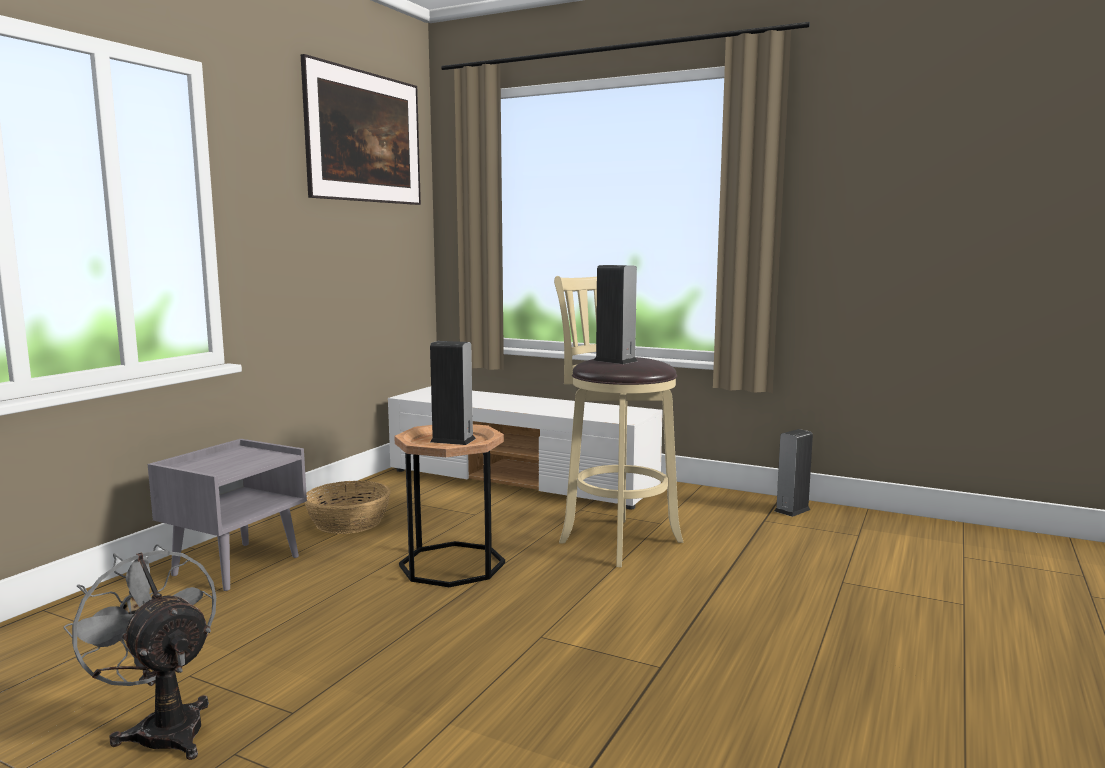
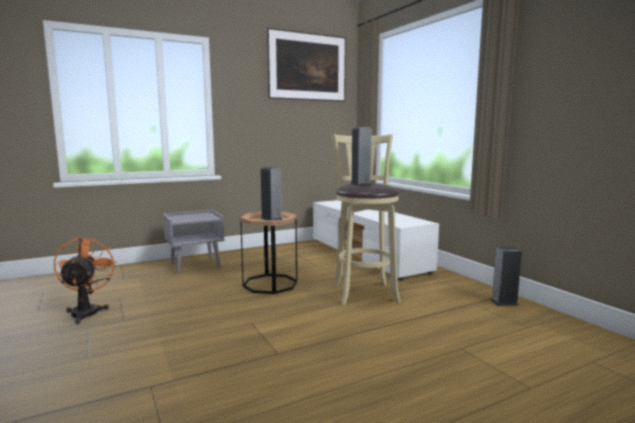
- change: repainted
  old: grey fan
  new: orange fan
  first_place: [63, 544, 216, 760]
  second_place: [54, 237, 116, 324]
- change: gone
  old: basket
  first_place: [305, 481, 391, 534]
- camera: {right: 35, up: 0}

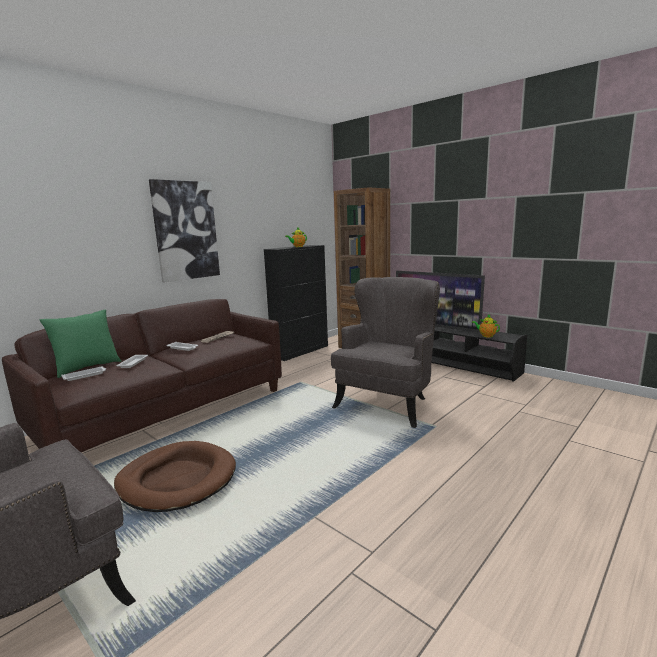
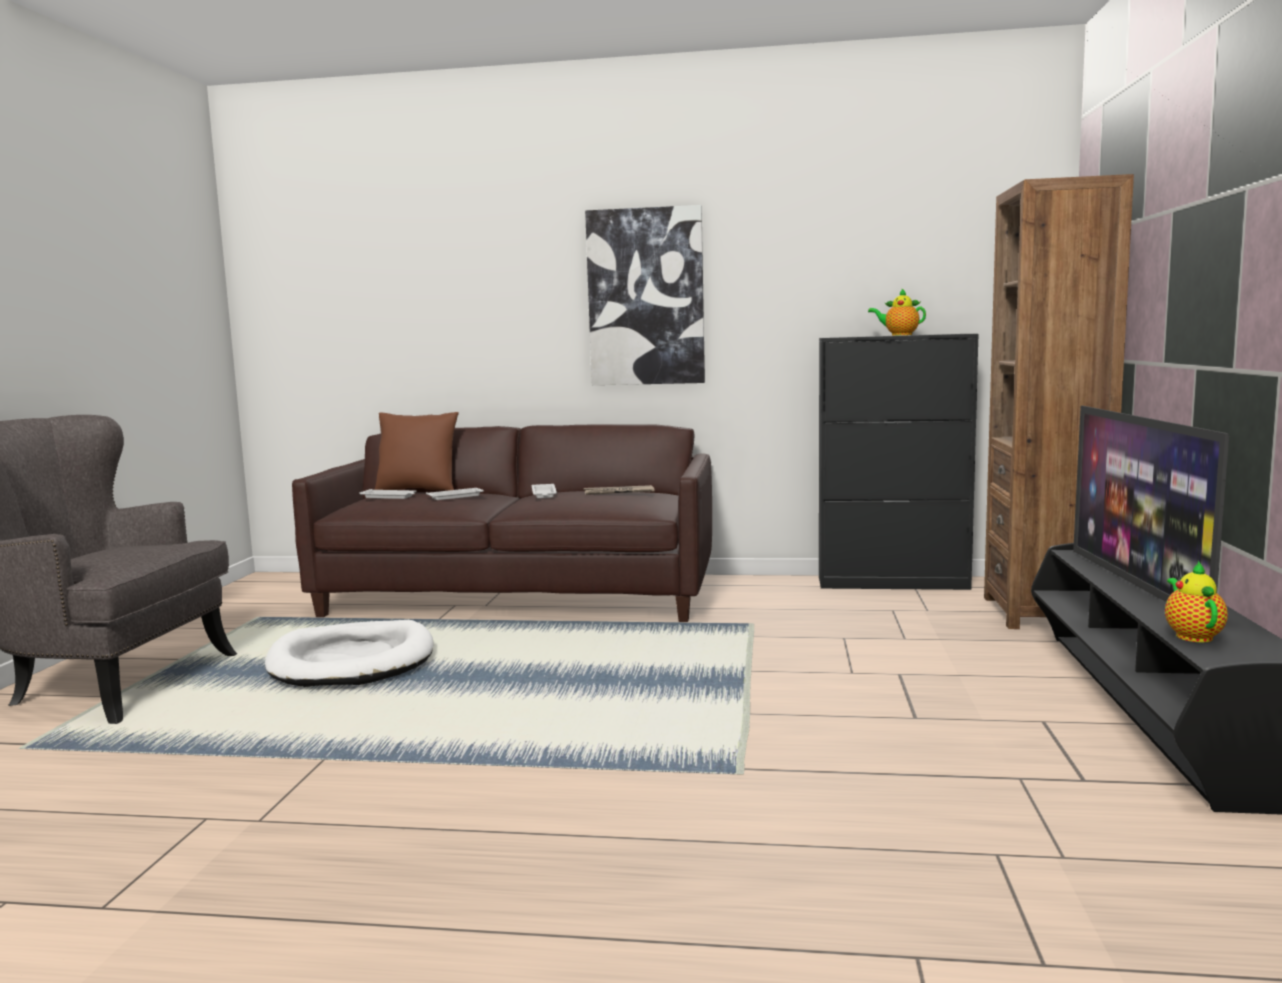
- change: repainted
  old: brown dog bed
  new: white dog bed
  first_place: [114, 441, 236, 512]
  second_place: [265, 620, 433, 687]
- change: repainted
  old: green pillow
  new: brown pillow
  first_place: [40, 309, 121, 378]
  second_place: [375, 412, 459, 491]
- change: gone
  old: grey armchair
  first_place: [331, 277, 440, 428]
- camera: {right: 55, up: -5}

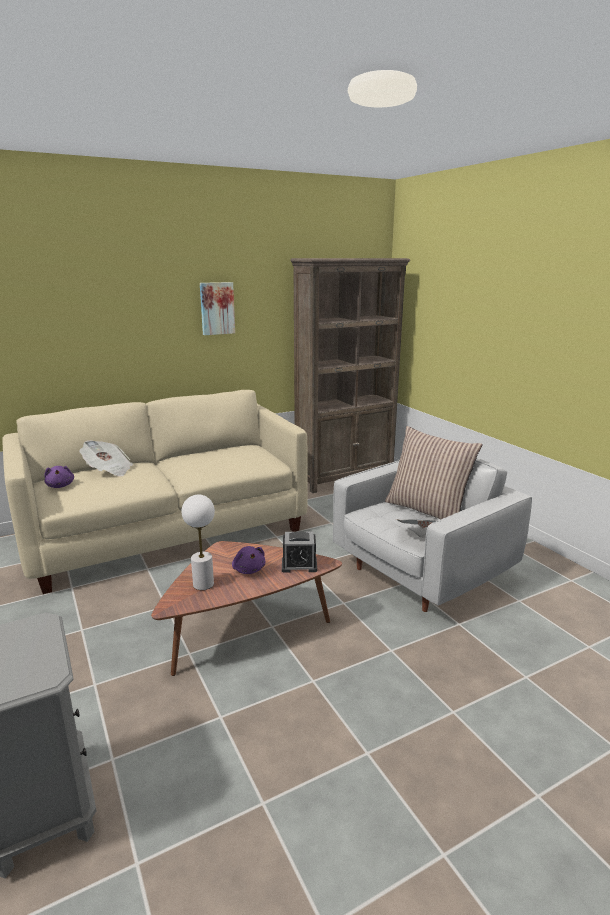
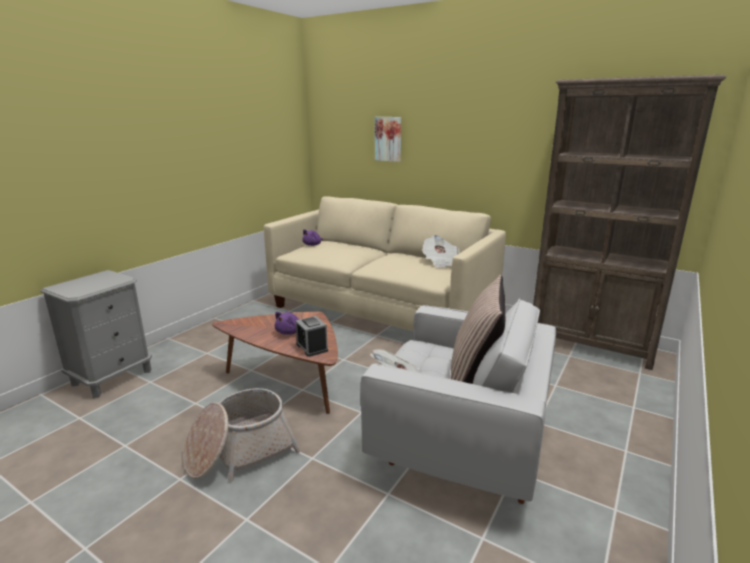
- change: new
  new: basket
  second_place: [183, 388, 301, 481]
- change: shifted
  old: picture
  first_place: [200, 282, 235, 335]
  second_place: [375, 117, 401, 162]
- change: shifted
  old: newspaper
  first_place: [79, 440, 133, 477]
  second_place: [422, 235, 459, 268]
- change: gone
  old: white table lamp
  first_place: [182, 495, 215, 590]
- camera: {right: 60, up: 0}

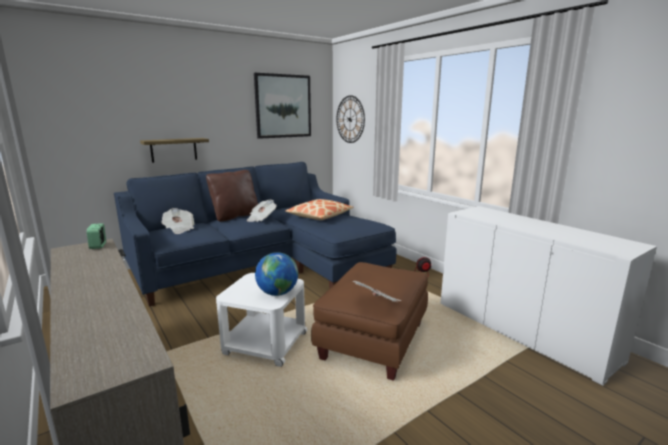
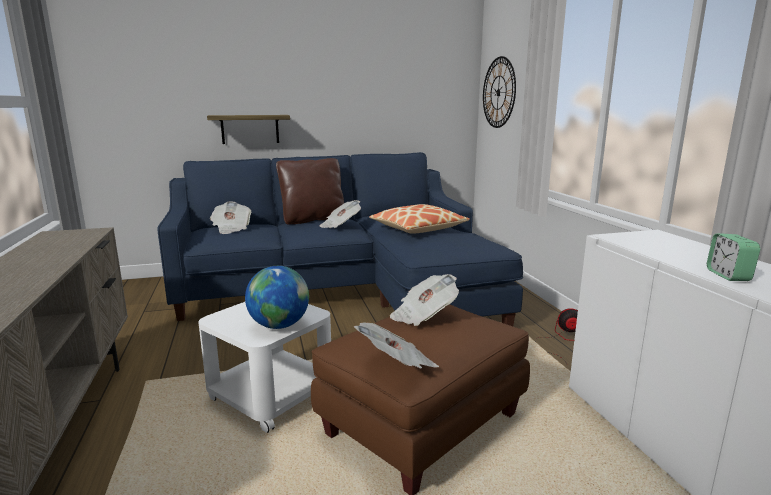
- change: new
  new: newspaper
  second_place: [390, 274, 459, 326]
- change: shifted
  old: alarm clock
  first_place: [87, 223, 106, 249]
  second_place: [707, 233, 760, 281]
- change: gone
  old: picture
  first_place: [254, 73, 311, 139]
- camera: {right: 20, up: 0}

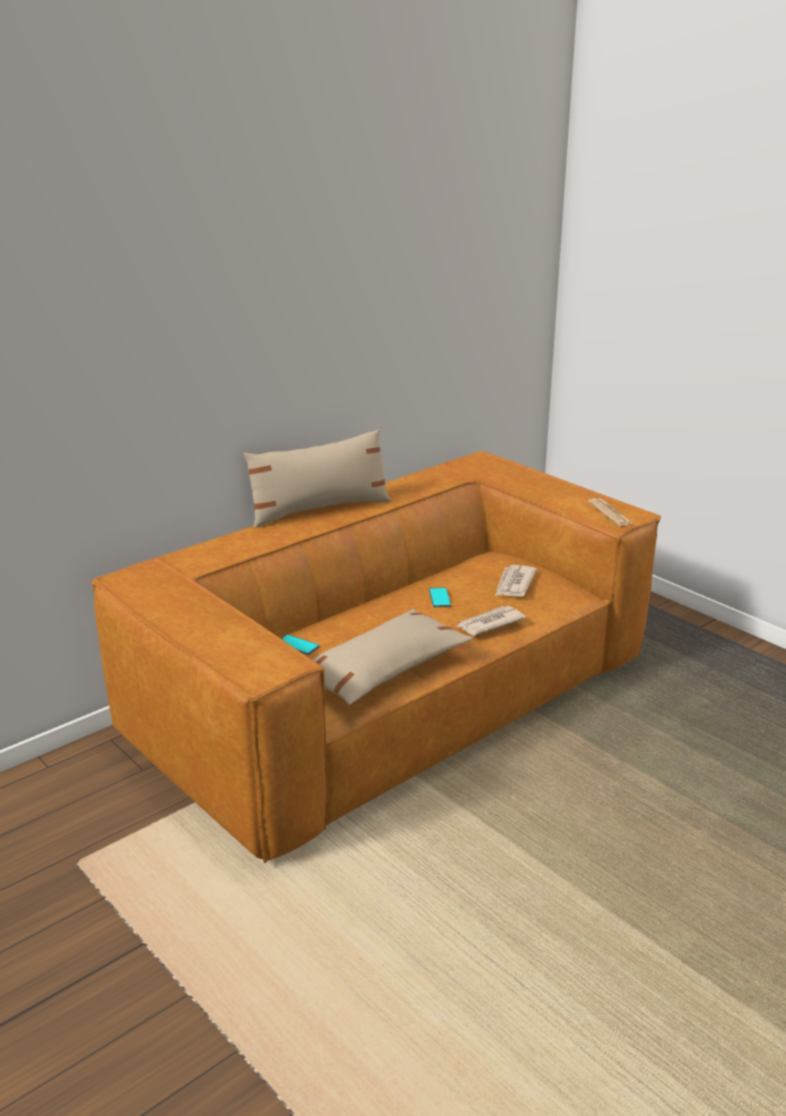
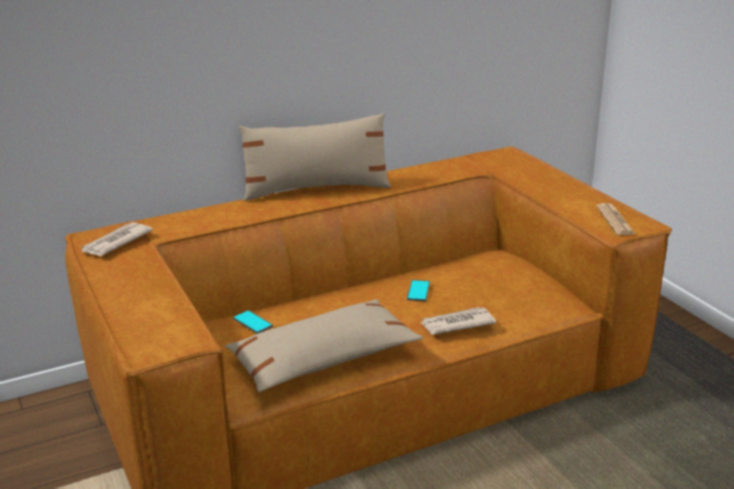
- change: shifted
  old: newspaper
  first_place: [495, 565, 537, 597]
  second_place: [80, 222, 153, 256]
- camera: {right: 15, up: 0}

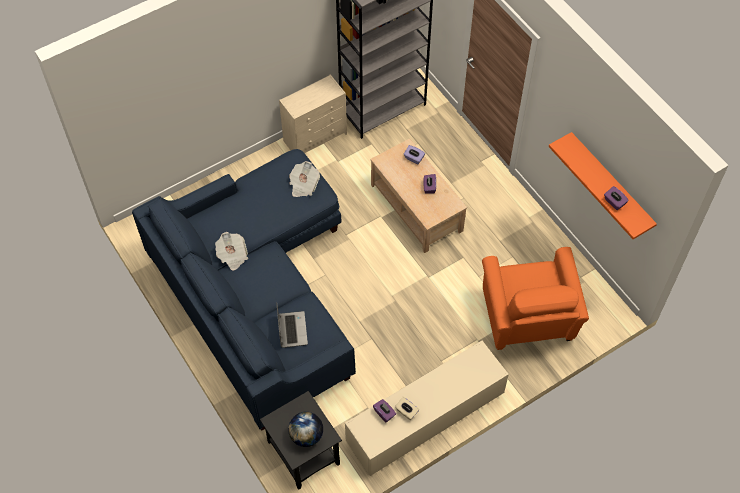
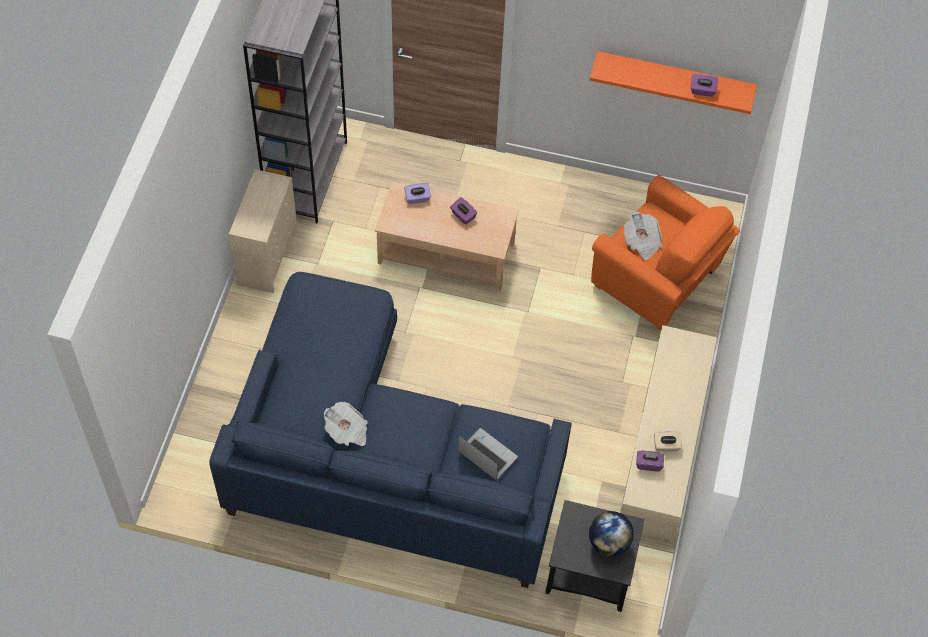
- change: shifted
  old: newspaper
  first_place: [289, 161, 320, 197]
  second_place: [624, 212, 663, 260]
- camera: {right: -45, up: 0}

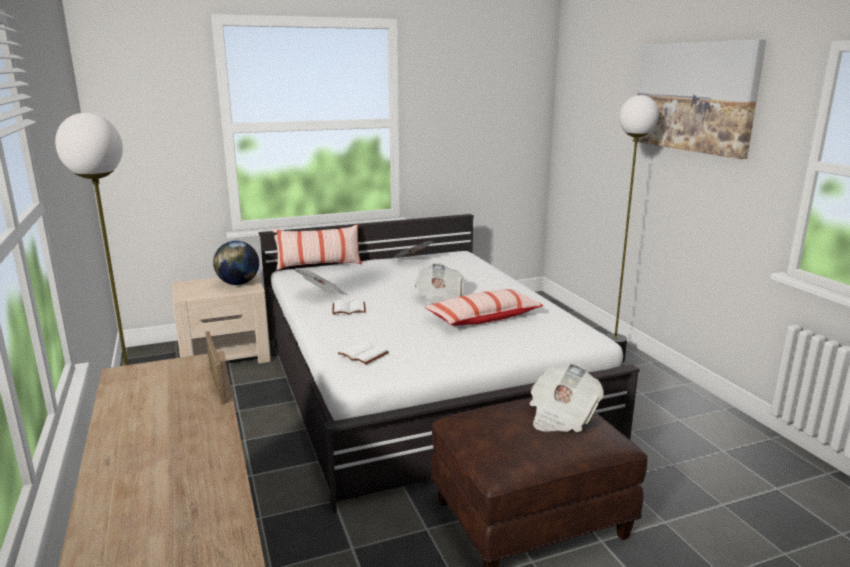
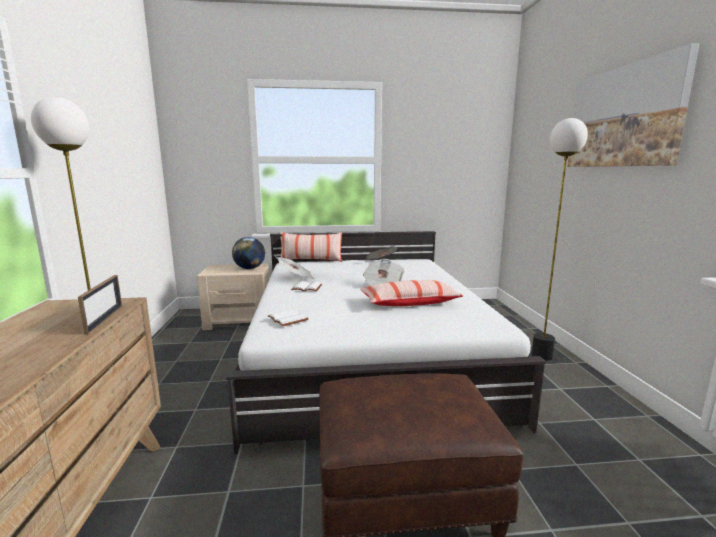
- change: gone
  old: newspaper
  first_place: [530, 363, 604, 432]
- camera: {right: 15, up: -5}

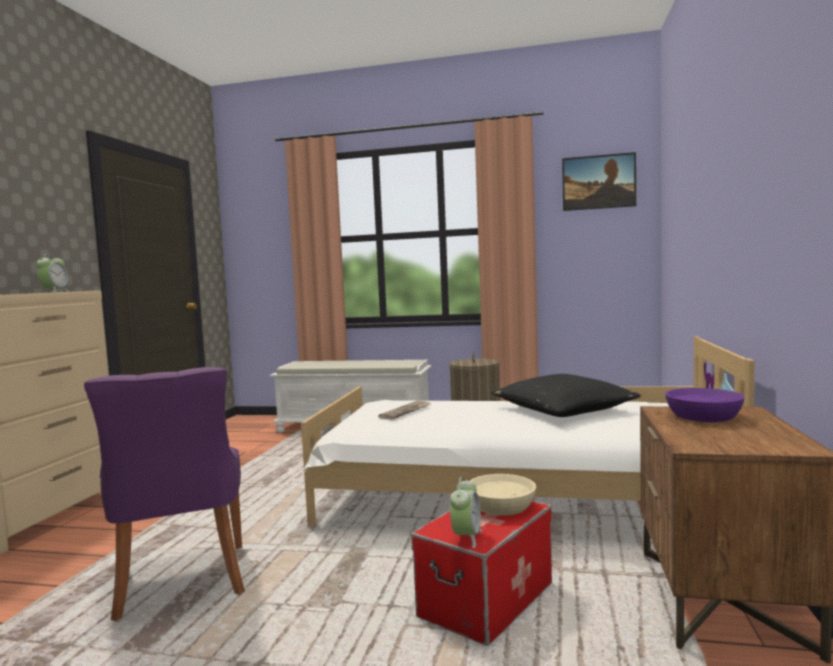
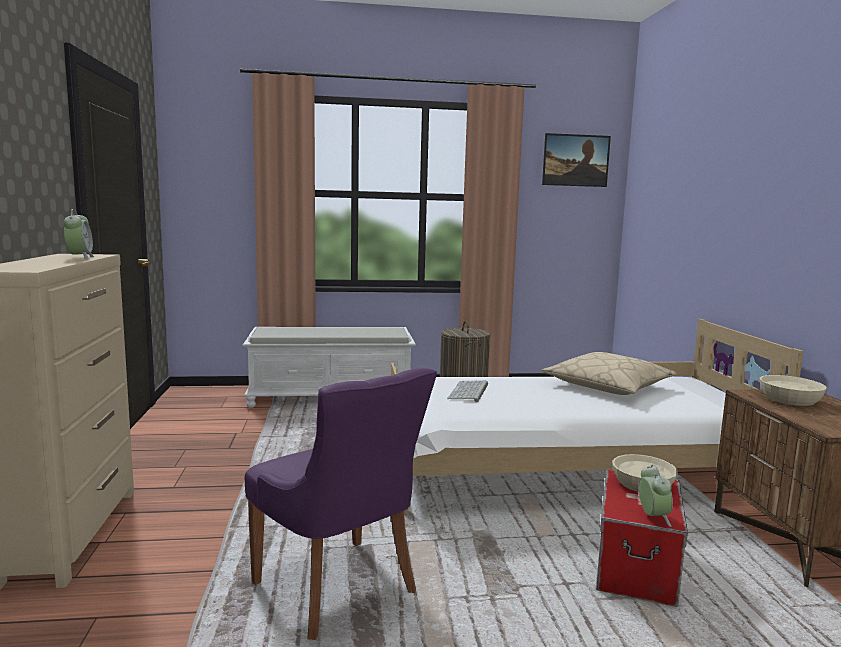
- change: swapped
  old: newspaper
  new: keyboard
  first_place: [378, 401, 430, 420]
  second_place: [447, 380, 488, 402]
- change: repainted
  old: black pillow
  new: beige pillow
  first_place: [491, 374, 641, 417]
  second_place: [542, 352, 677, 395]
- change: repainted
  old: purple bowl
  new: beige bowl
  first_place: [665, 388, 745, 422]
  second_place: [759, 375, 827, 406]
- camera: {right: -20, up: 5}

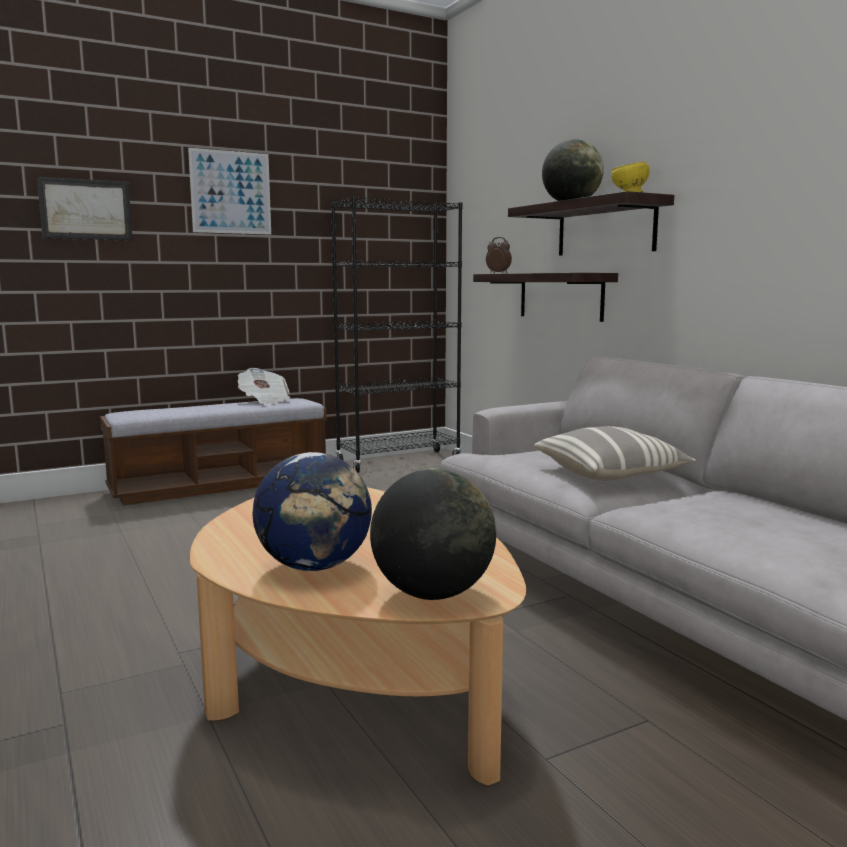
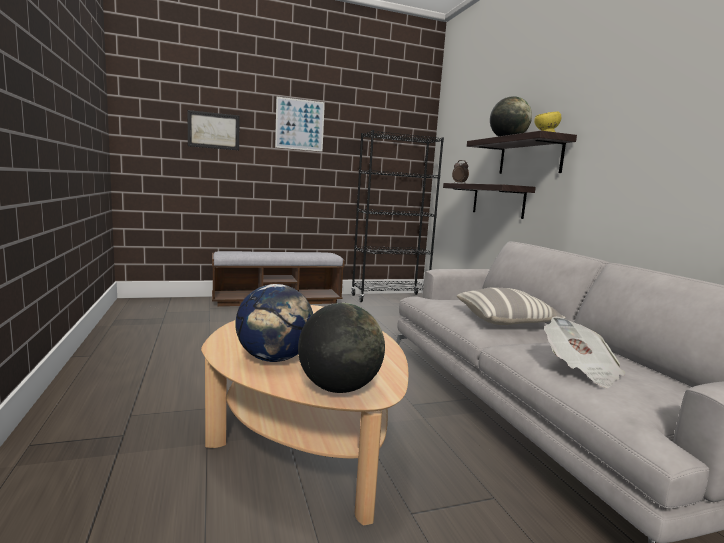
- change: shifted
  old: newspaper
  first_place: [238, 368, 290, 405]
  second_place: [544, 316, 625, 388]
- camera: {right: 10, up: 0}

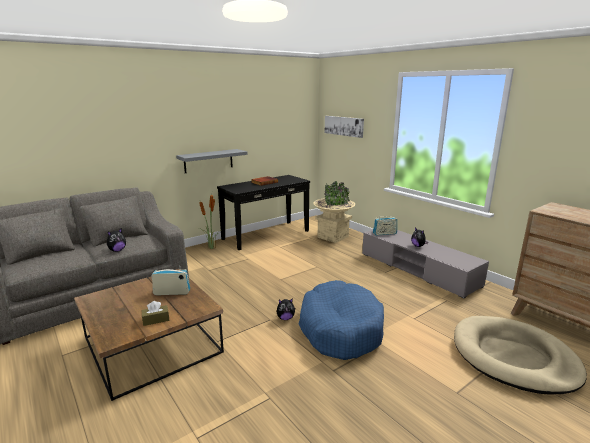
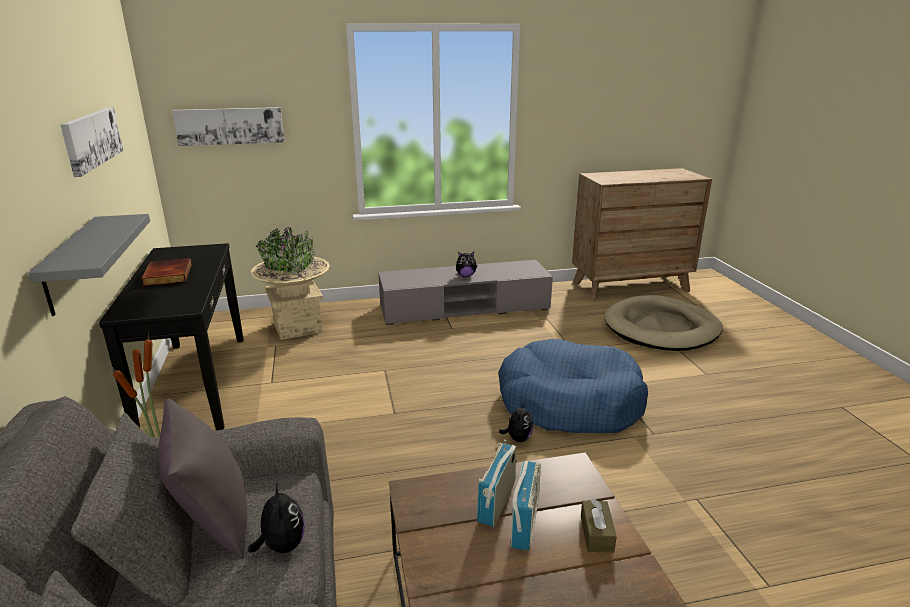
- change: new
  new: picture
  second_place: [60, 107, 123, 177]
- change: new
  new: grey pillow
  second_place: [158, 399, 247, 559]
- change: shifted
  old: radio
  first_place: [373, 215, 397, 236]
  second_place: [510, 461, 541, 551]
- camera: {right: -65, up: 5}

